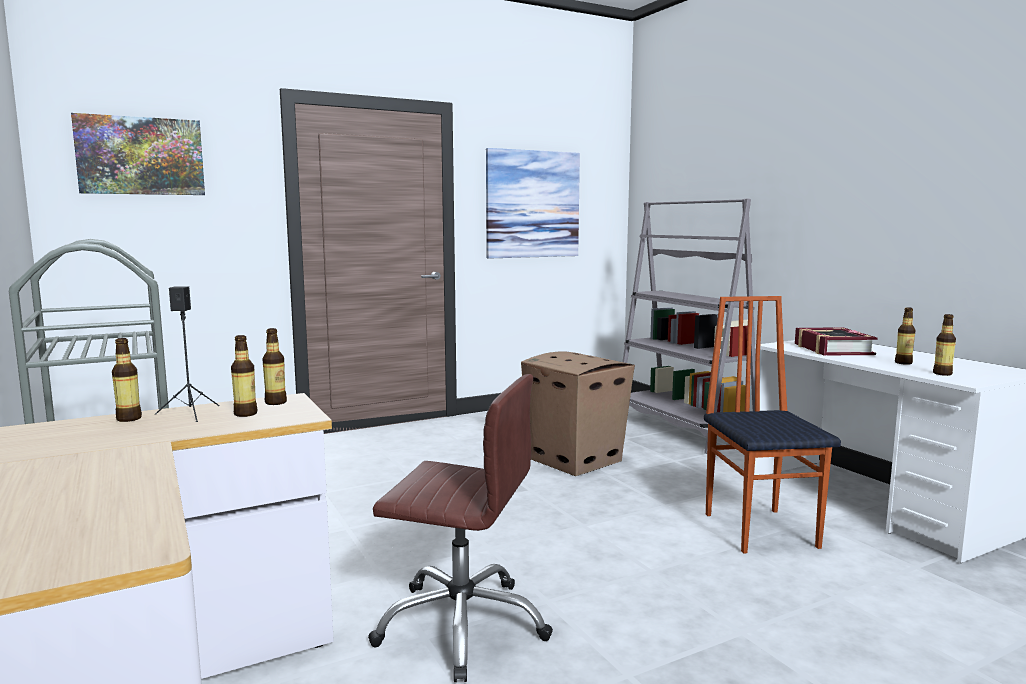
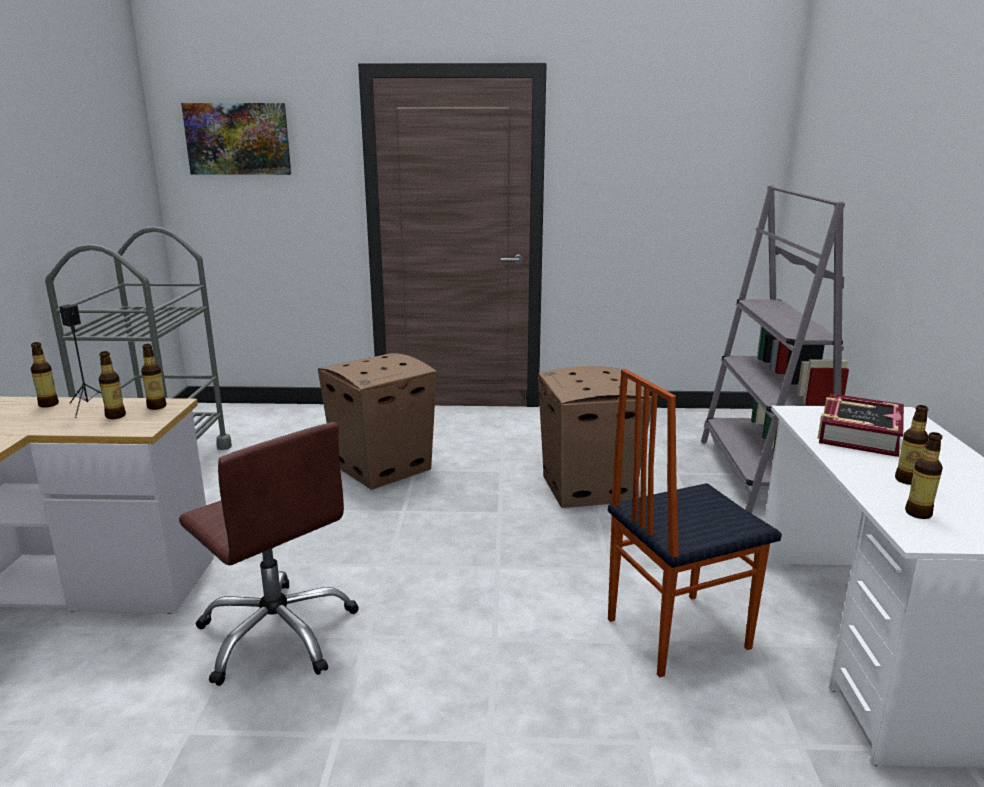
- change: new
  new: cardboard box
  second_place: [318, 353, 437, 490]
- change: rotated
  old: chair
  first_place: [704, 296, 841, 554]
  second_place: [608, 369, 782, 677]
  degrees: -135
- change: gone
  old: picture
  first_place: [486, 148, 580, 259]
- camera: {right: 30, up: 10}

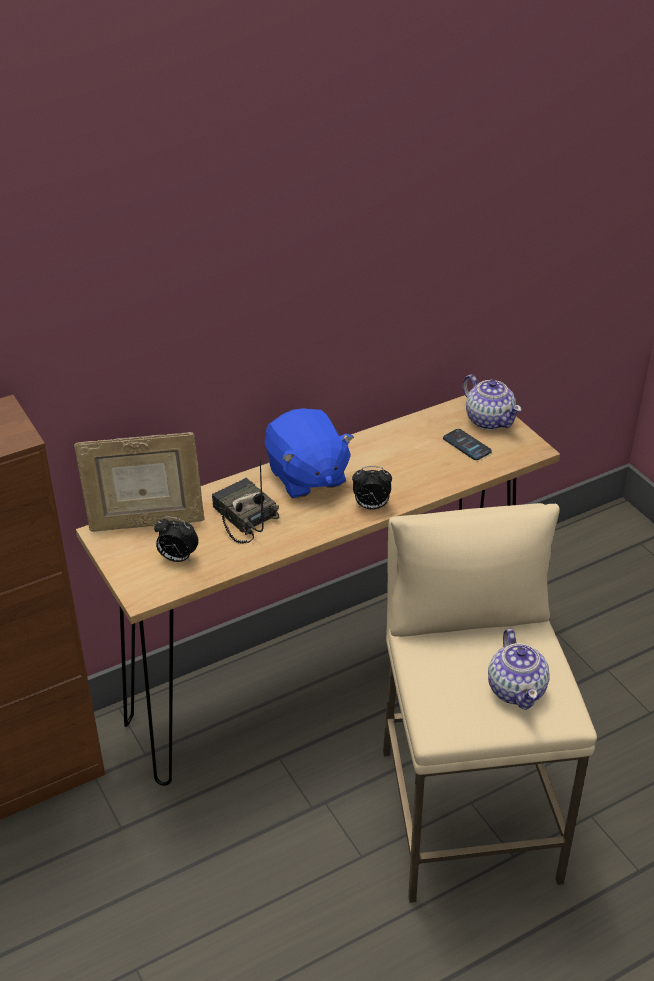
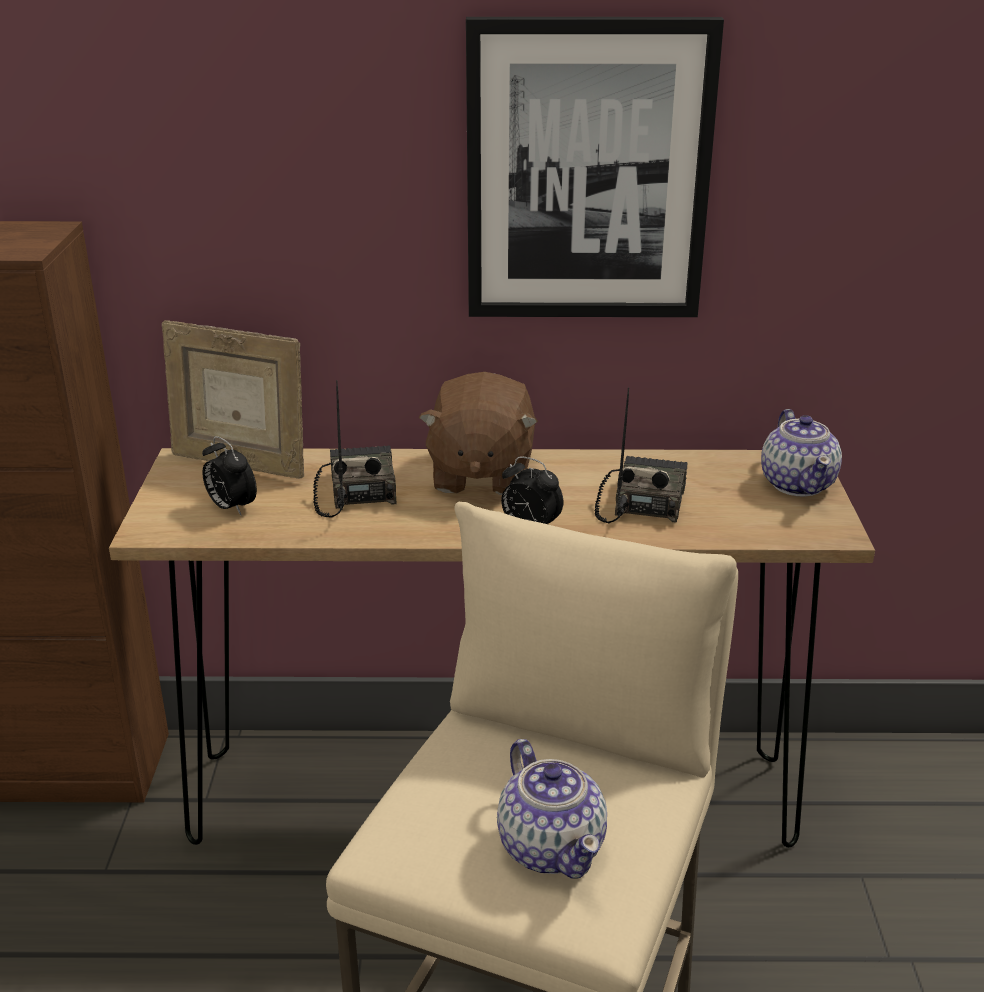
- change: repainted
  old: blue plush toy
  new: brown plush toy
  first_place: [265, 408, 354, 499]
  second_place: [419, 372, 538, 495]
- change: new
  new: picture
  second_place: [466, 17, 724, 317]
- change: rotated
  old: teapot
  first_place: [488, 629, 550, 710]
  second_place: [497, 739, 607, 878]
  degrees: -45
- change: new
  new: radio
  second_place: [595, 388, 688, 523]
- change: gone
  old: phone
  first_place: [443, 429, 492, 460]
- camera: {right: 30, up: -10}

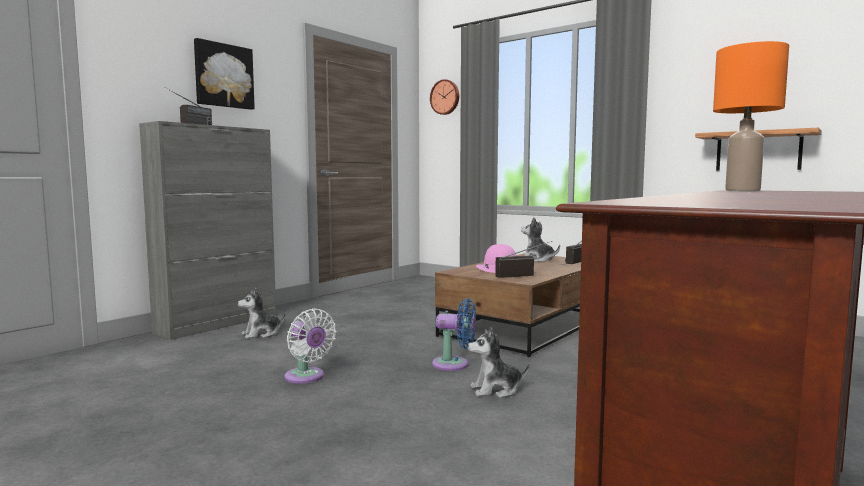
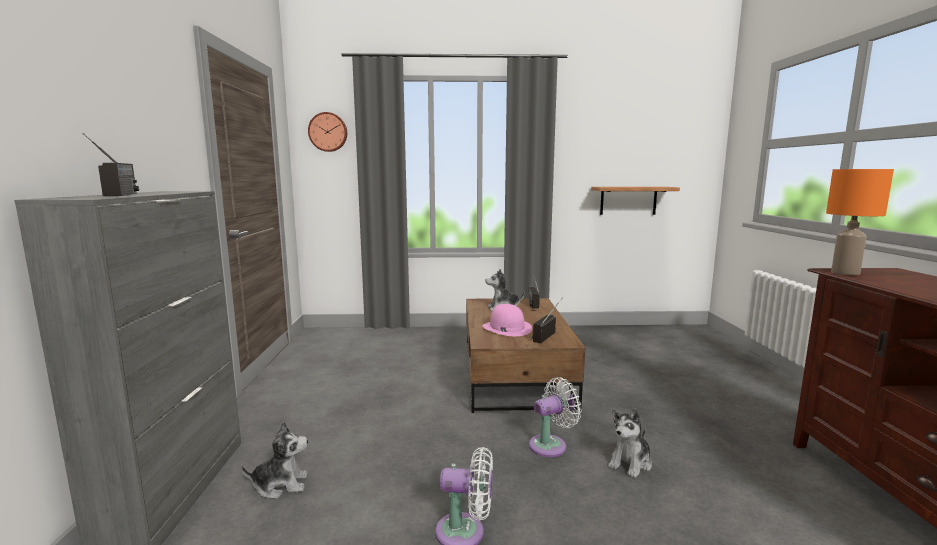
- change: rotated
  old: plush toy
  first_place: [237, 288, 286, 339]
  second_place: [241, 421, 308, 499]
  degrees: -120
- change: repainted
  old: blue fan
  new: white fan
  first_place: [432, 298, 476, 371]
  second_place: [529, 377, 582, 457]
- change: gone
  old: picture
  first_place: [194, 38, 255, 110]
- camera: {right: -40, up: 5}

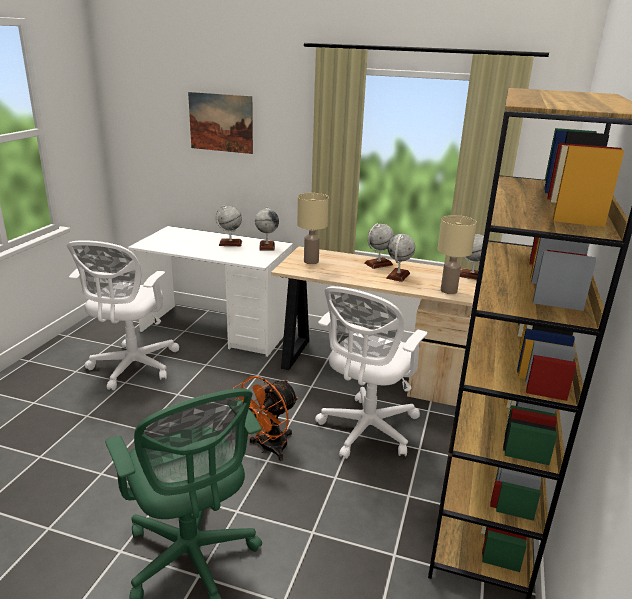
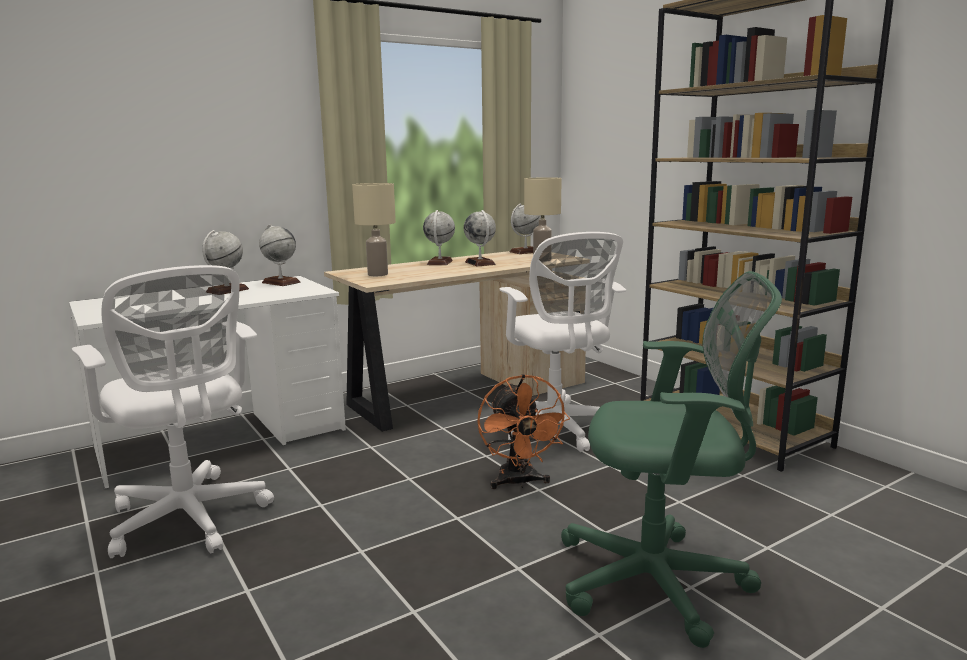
- change: gone
  old: picture
  first_place: [188, 92, 253, 154]
- camera: {right: -50, up: -10}

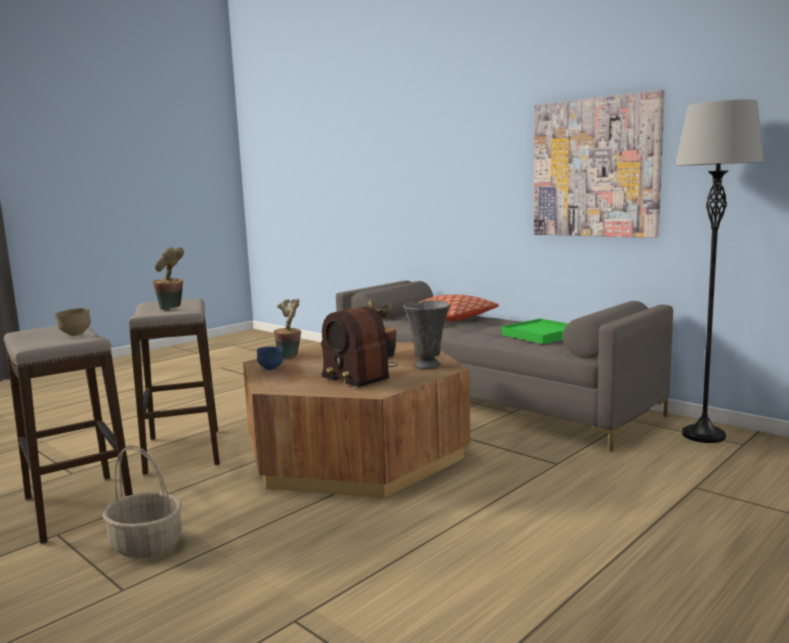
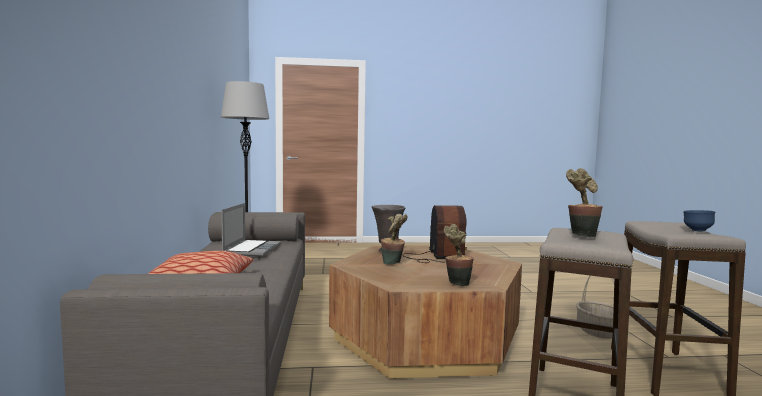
- change: swapped
  old: green tray
  new: laptop
  first_place: [501, 318, 568, 344]
  second_place: [221, 203, 281, 257]
- change: shifted
  old: blue bowl
  first_place: [257, 347, 284, 370]
  second_place: [683, 210, 715, 231]
- change: gone
  old: brown bowl
  first_place: [55, 308, 91, 336]
- change: gone
  old: picture
  first_place: [534, 90, 665, 238]
- camera: {right: -140, up: -5}

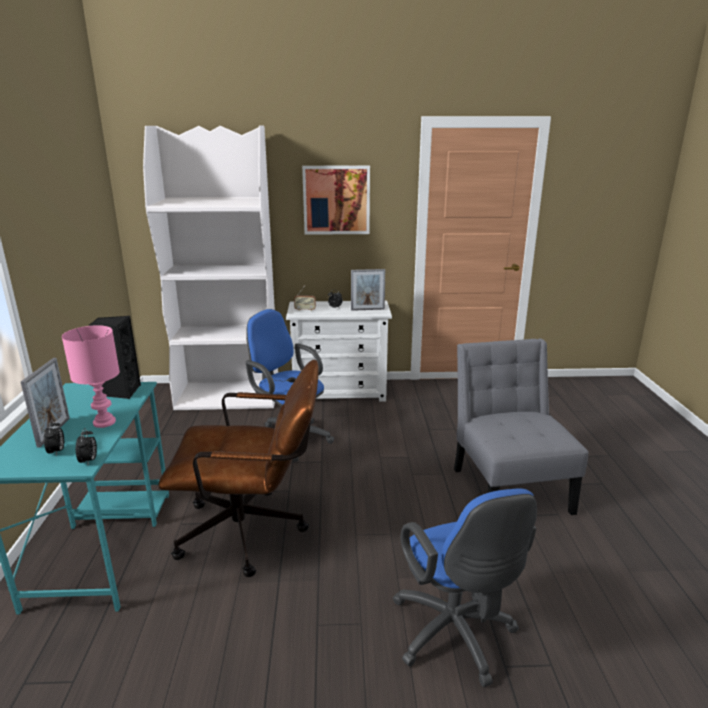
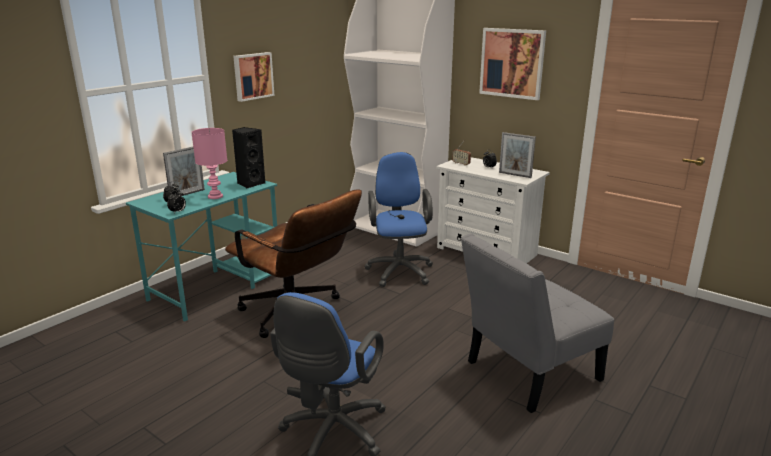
- change: new
  new: picture
  second_place: [233, 52, 275, 102]
- change: rotated
  old: grey chair
  first_place: [454, 339, 588, 515]
  second_place: [461, 234, 614, 413]
  degrees: -150
- camera: {right: 40, up: 0}

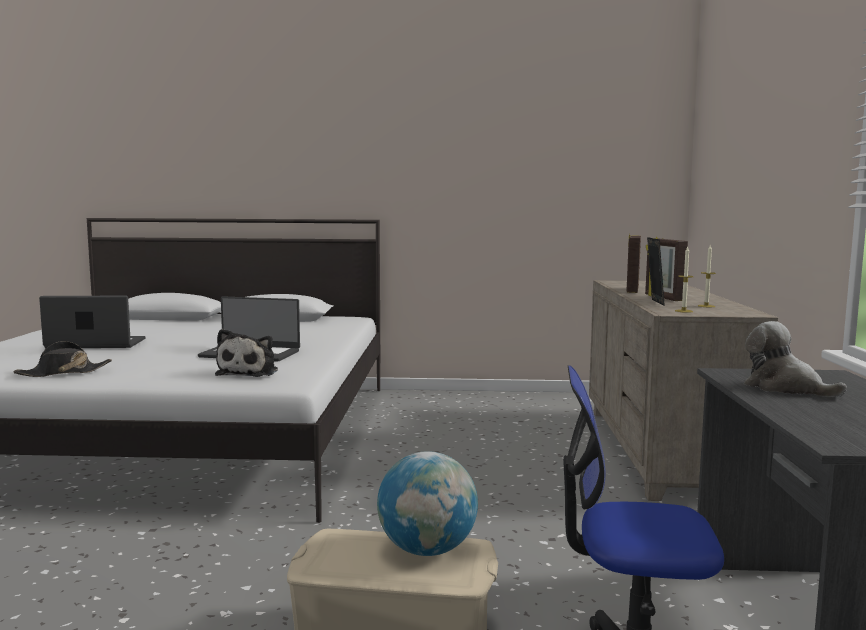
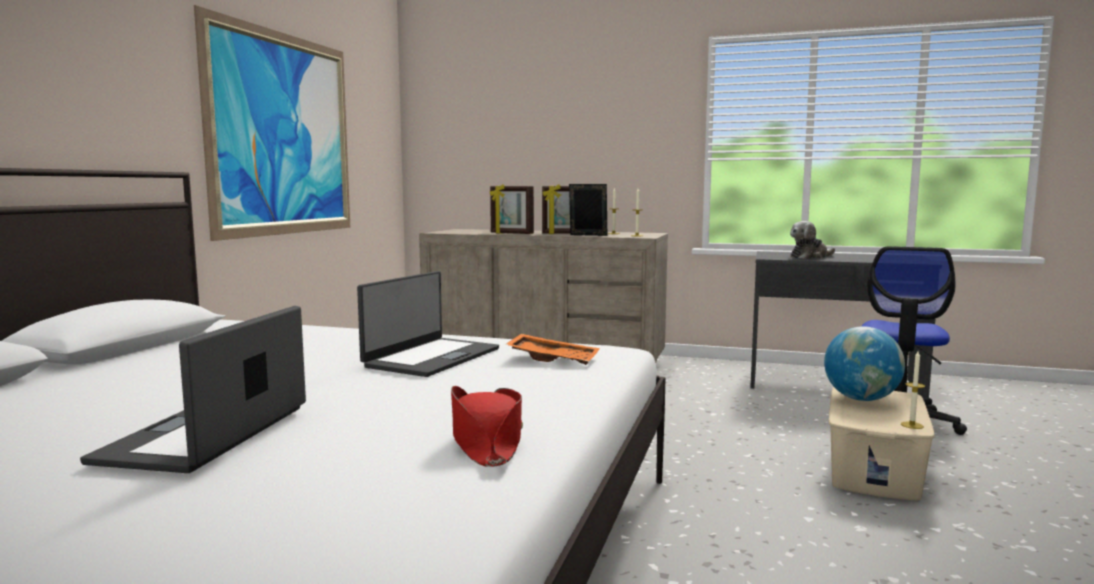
- change: new
  new: picture
  second_place: [194, 5, 350, 241]
- change: repainted
  old: black hat
  new: red hat
  first_place: [14, 341, 112, 377]
  second_place: [451, 386, 523, 467]
- change: swapped
  old: plush toy
  new: orange tray
  first_place: [215, 329, 278, 377]
  second_place: [505, 334, 600, 365]
- change: new
  new: candle
  second_place: [901, 351, 925, 429]
- camera: {right: -75, up: 0}

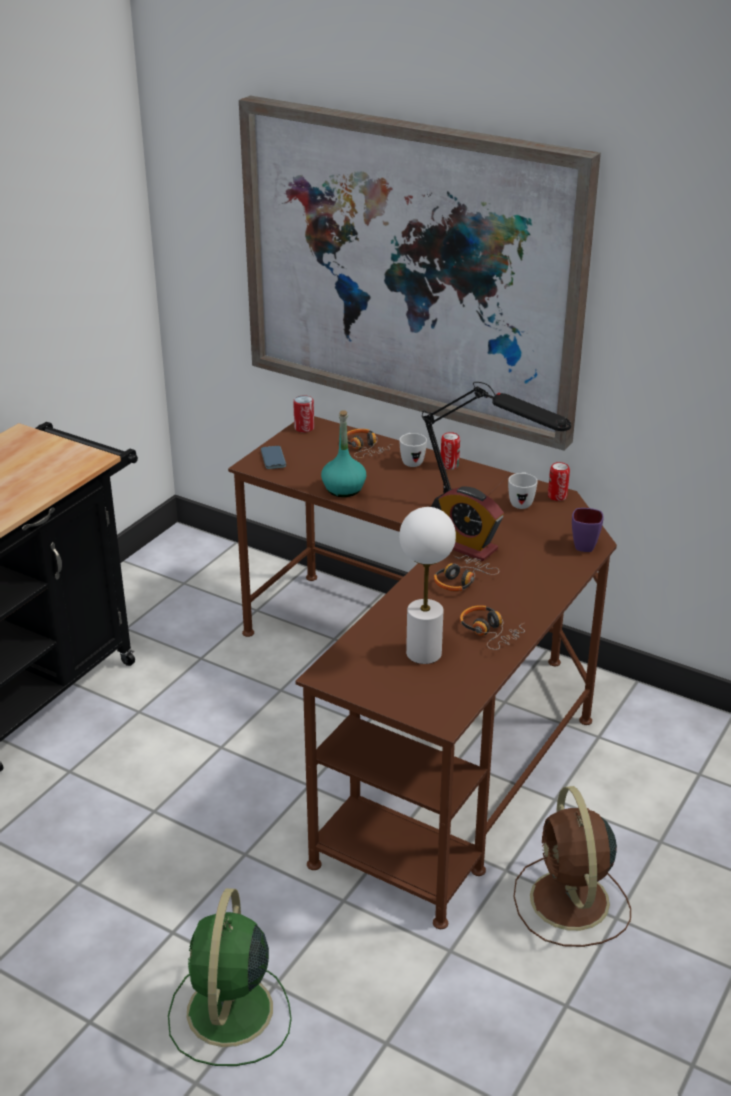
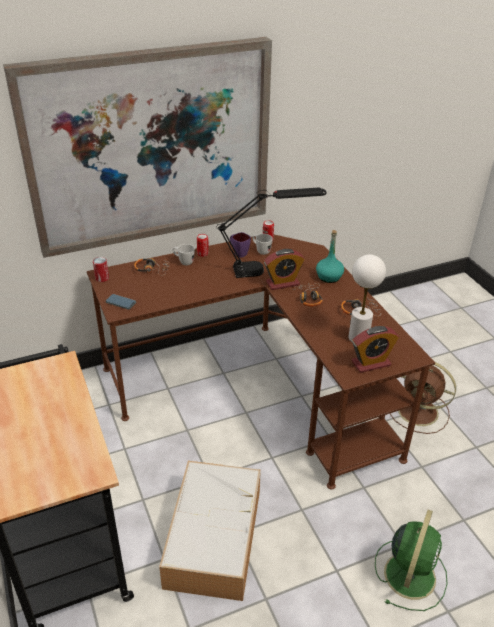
- change: new
  new: storage box
  second_place: [159, 461, 261, 601]
- change: shifted
  old: purple mug
  first_place: [572, 508, 604, 552]
  second_place: [230, 232, 251, 258]
- change: shifted
  old: turquoise bottle
  first_place: [321, 410, 366, 497]
  second_place: [316, 230, 344, 283]
- change: new
  new: alarm clock
  second_place: [352, 326, 399, 373]
- change: rotated
  old: green fan
  first_place: [168, 888, 292, 1066]
  second_place: [375, 510, 447, 611]
  degrees: -105
- camera: {right: -55, up: 5}

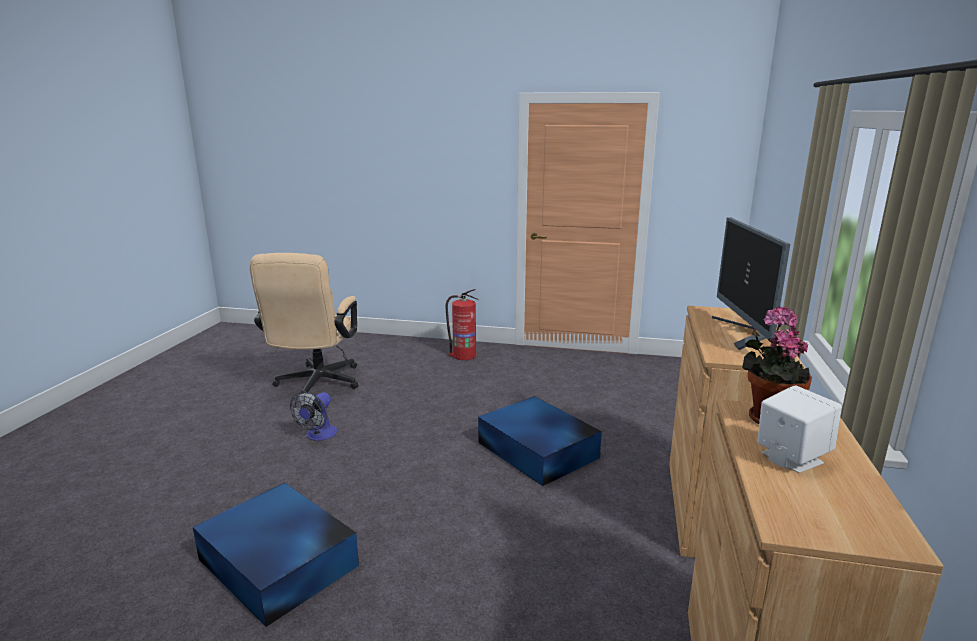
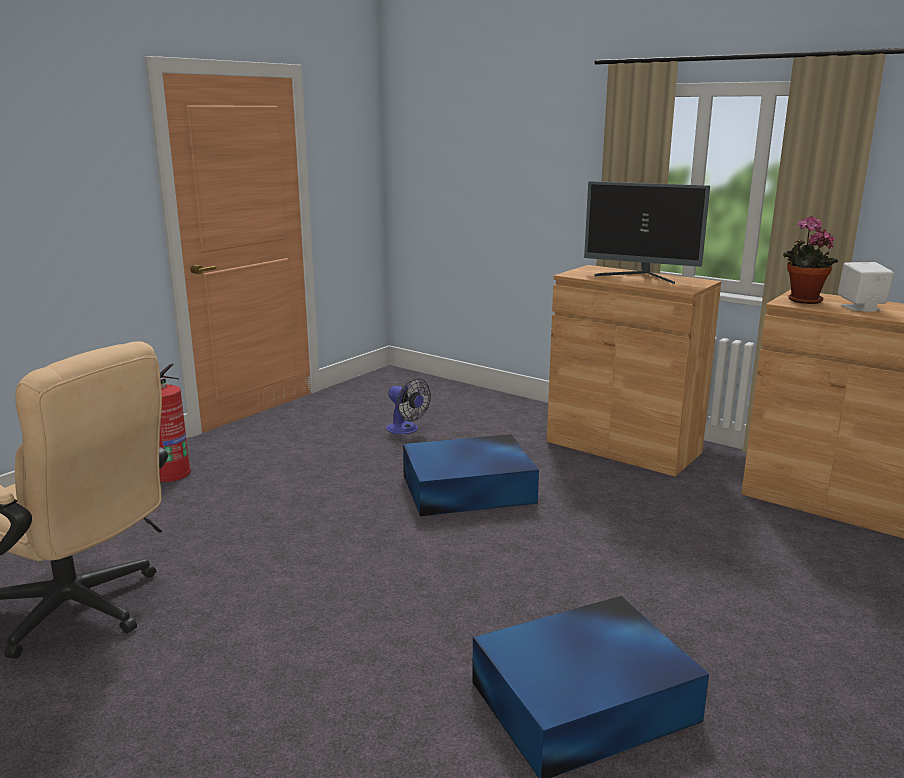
- change: shifted
  old: fan
  first_place: [290, 392, 337, 441]
  second_place: [386, 378, 431, 434]
- camera: {right: -65, up: 0}

